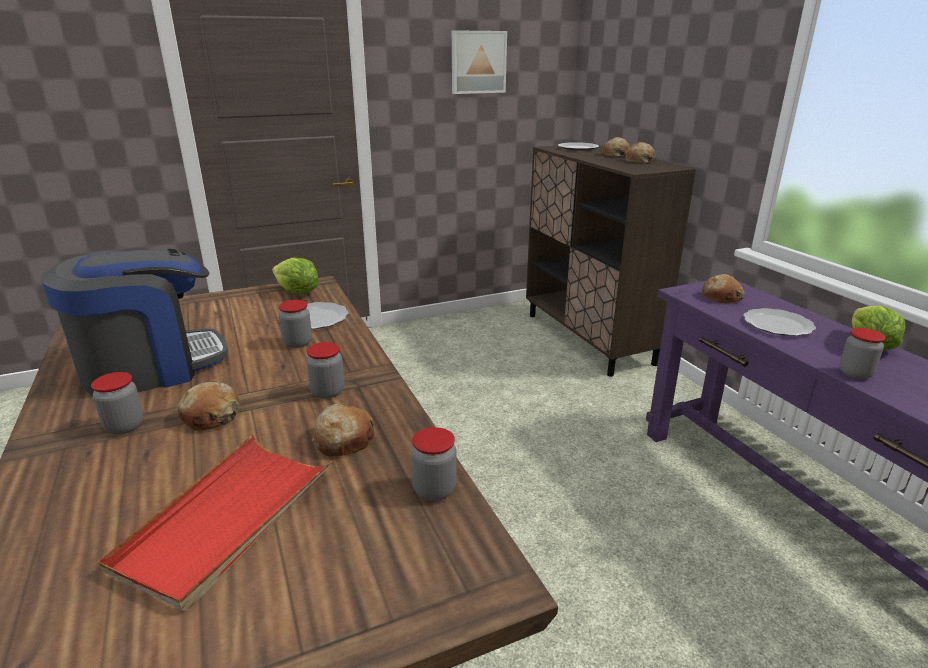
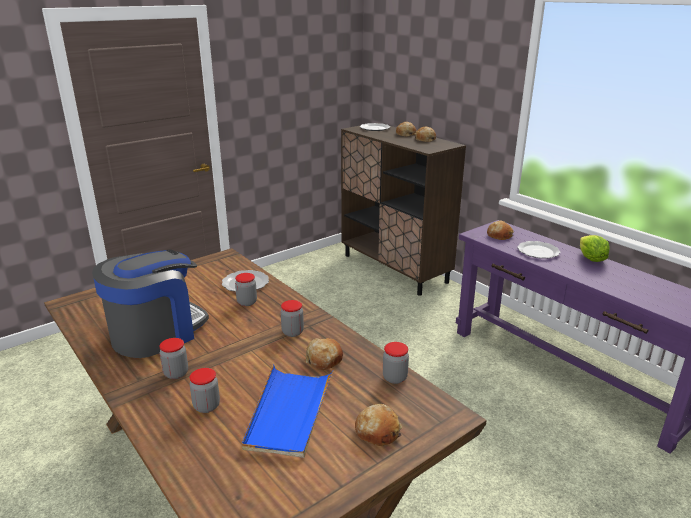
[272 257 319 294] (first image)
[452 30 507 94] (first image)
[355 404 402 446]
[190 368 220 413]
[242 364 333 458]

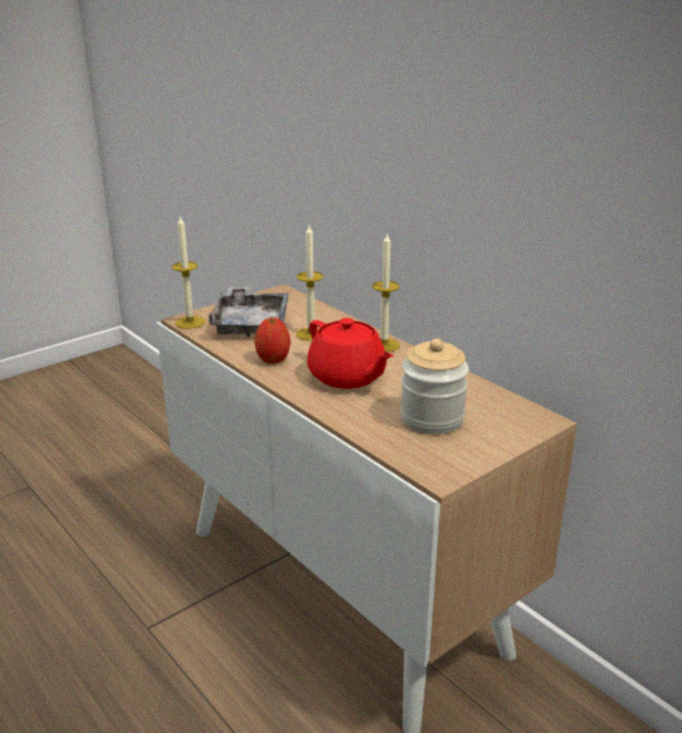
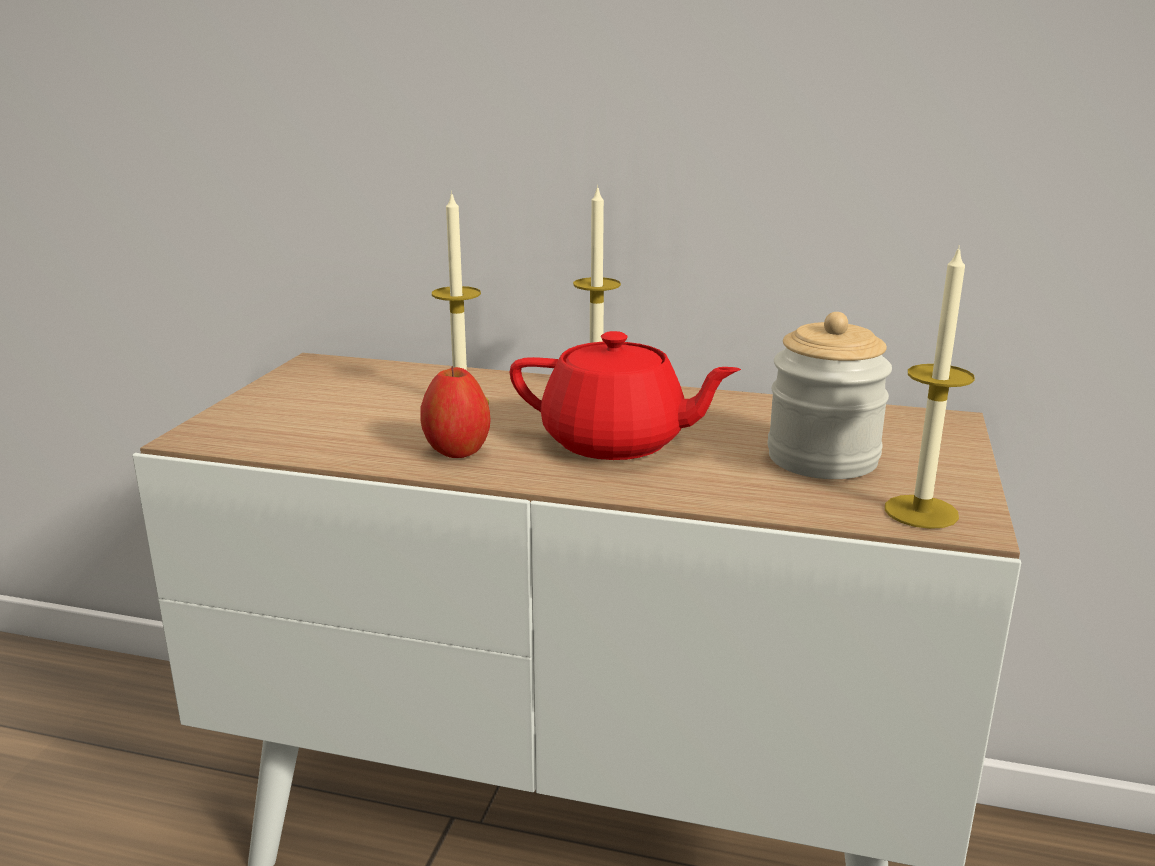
[208 286 289 337] (first image)
[885 245 975 529]

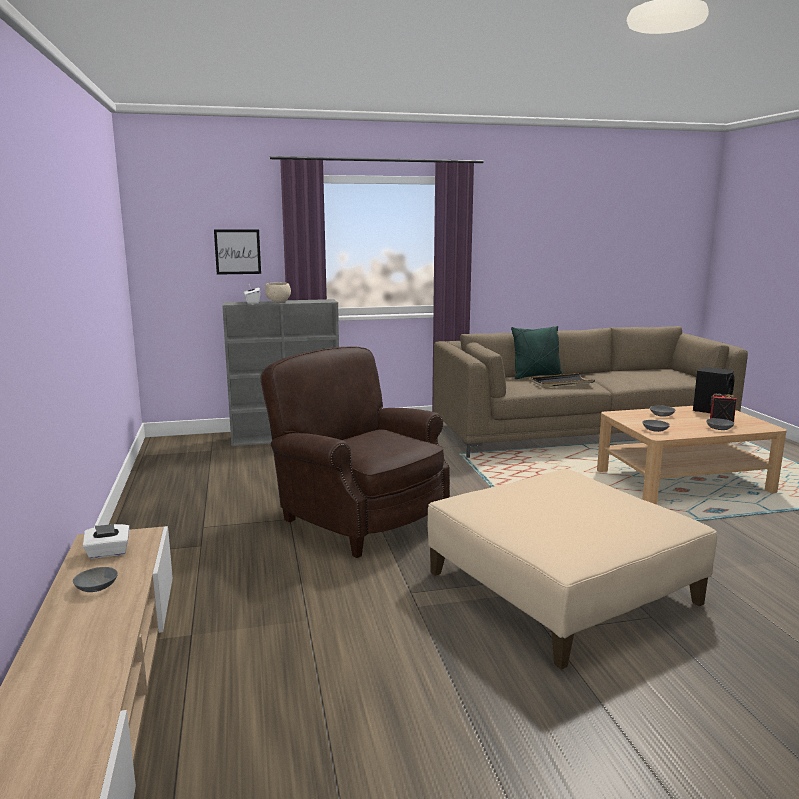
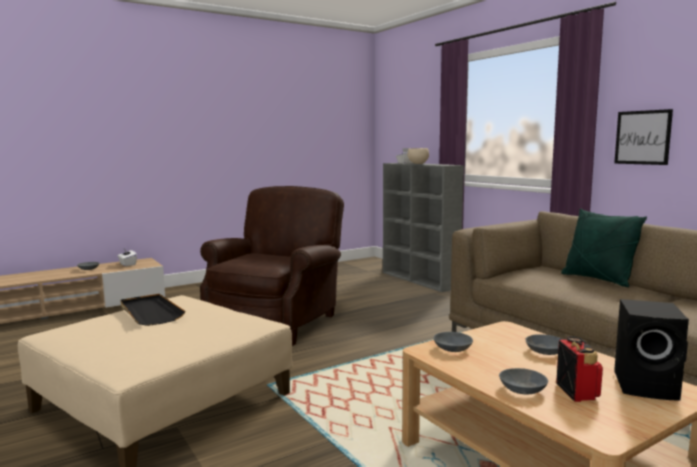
[614 109 673 165]
[120 294 185 326]

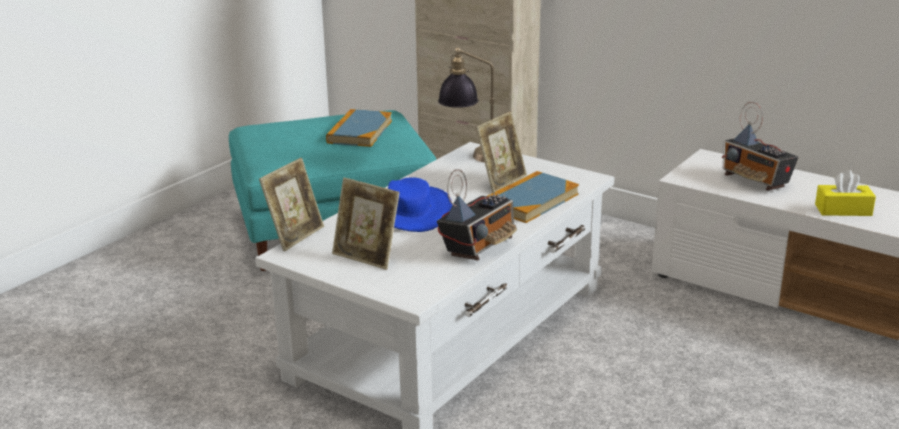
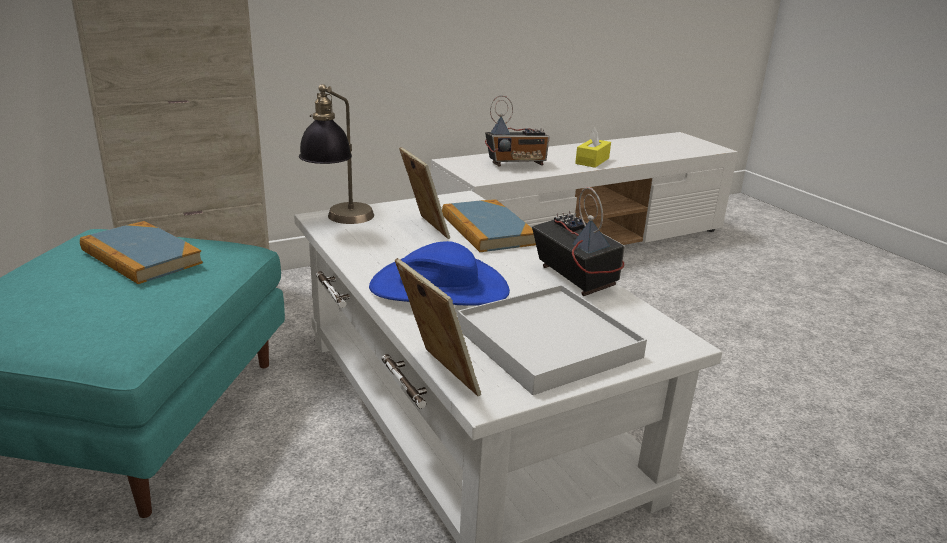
[457 285 647 395]

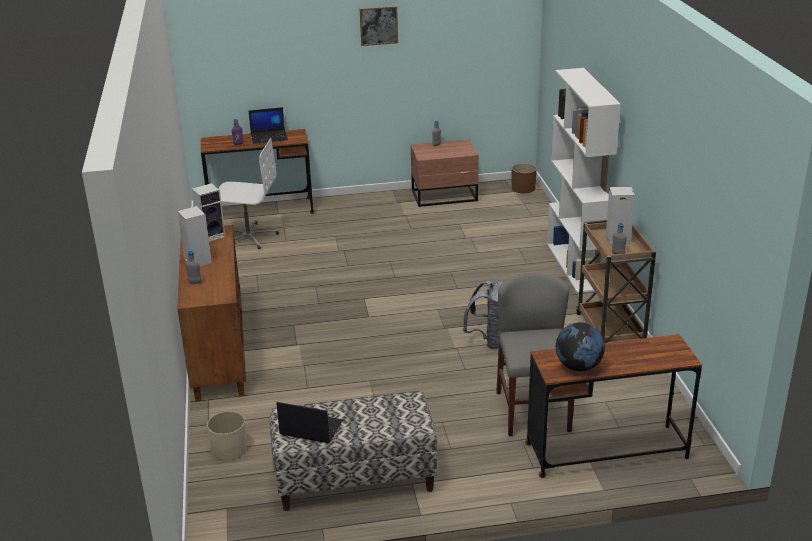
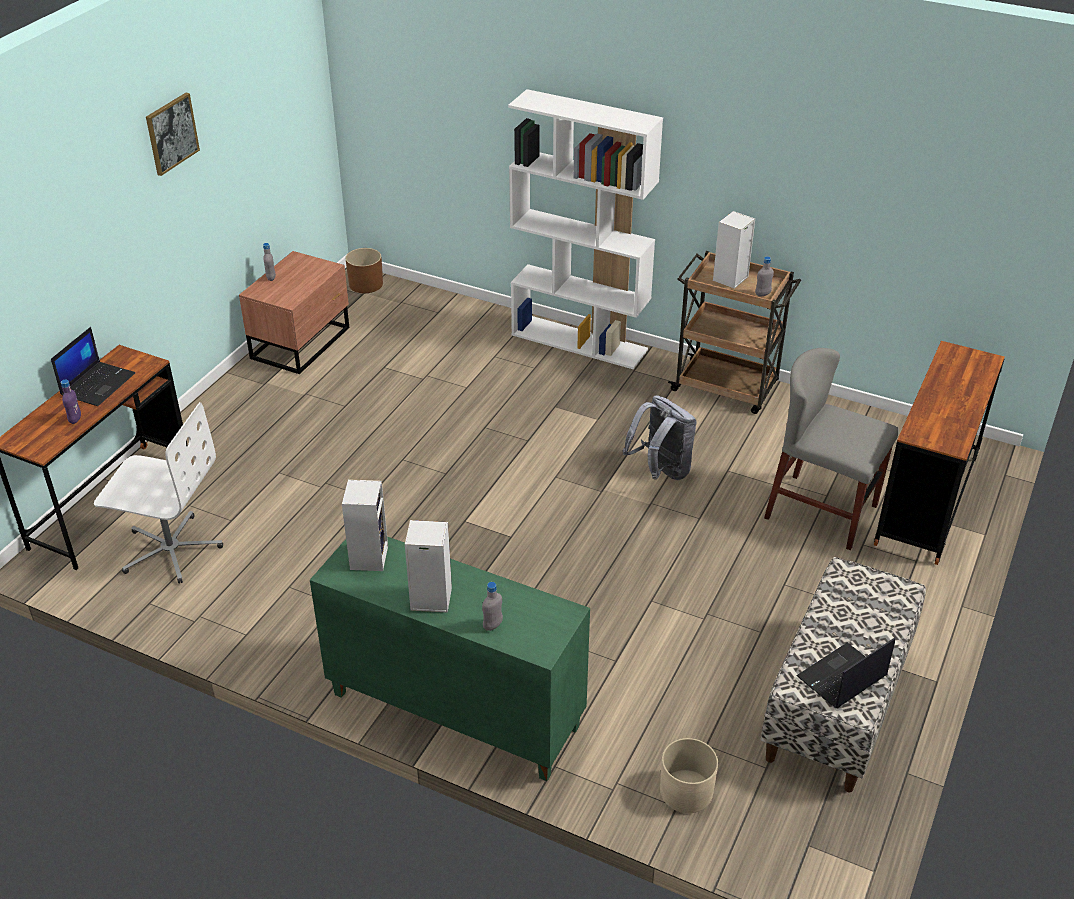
[556 323 605 371] (first image)
[310 537 590 781]
[94 402 223 584]

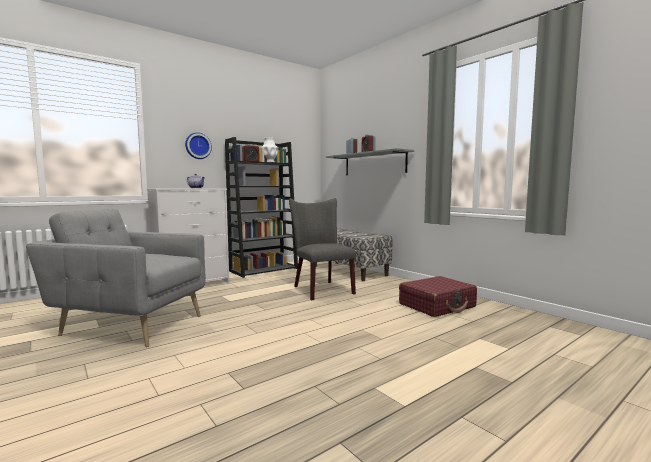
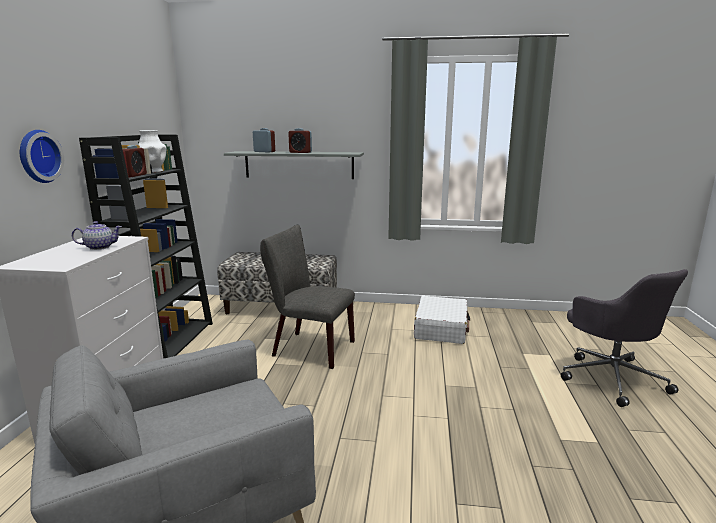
[561 269 688 407]
[414 296 470 344]

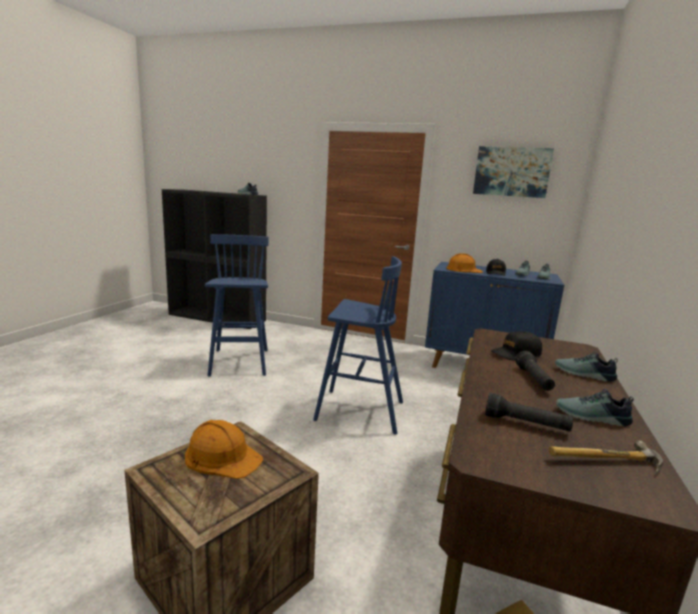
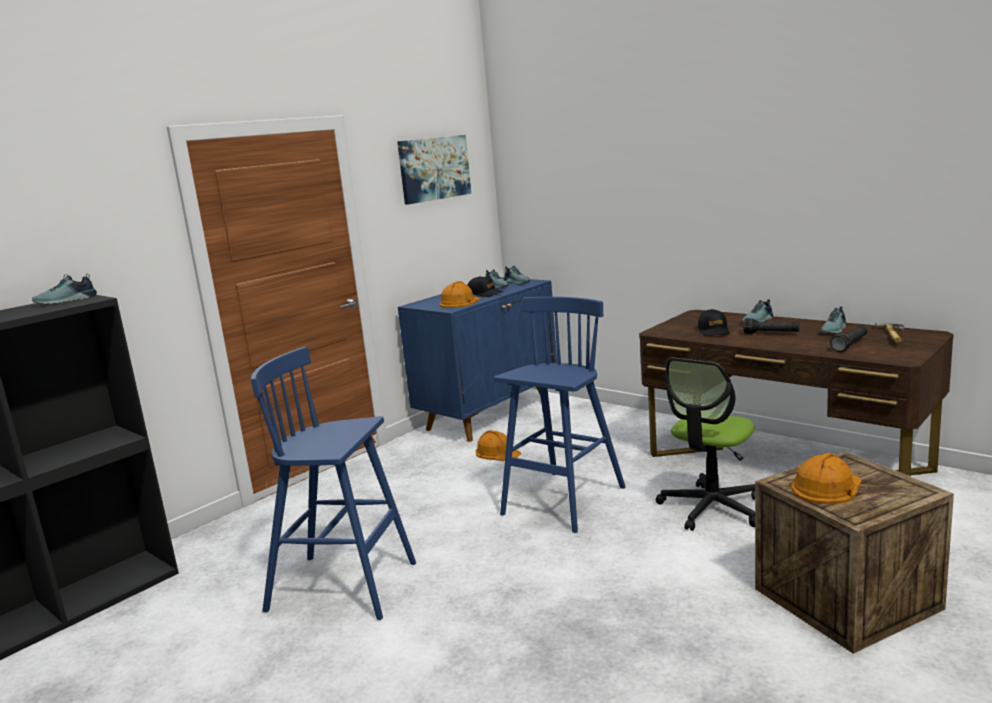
[476 430 521 461]
[656 357 755 531]

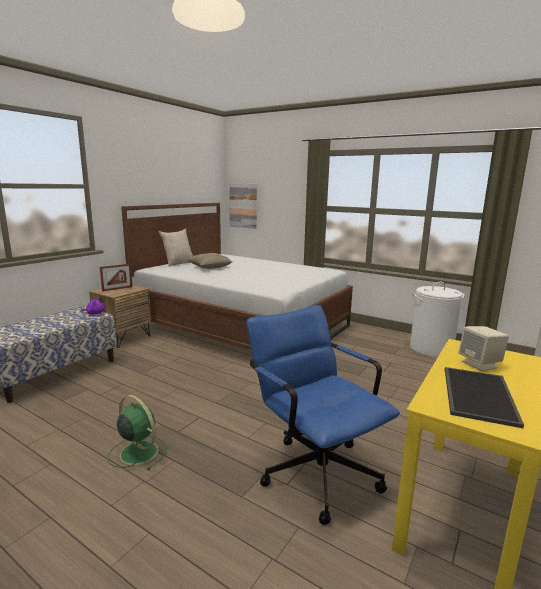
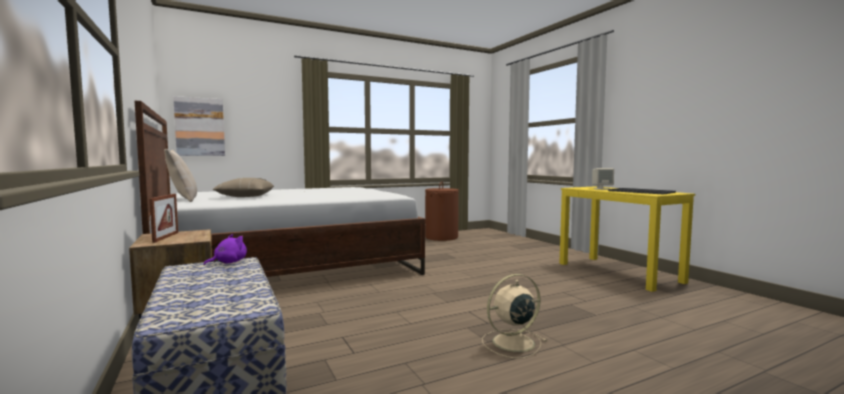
[246 305 400 525] (first image)
[482 274 547 359]
[425 182 459 241]

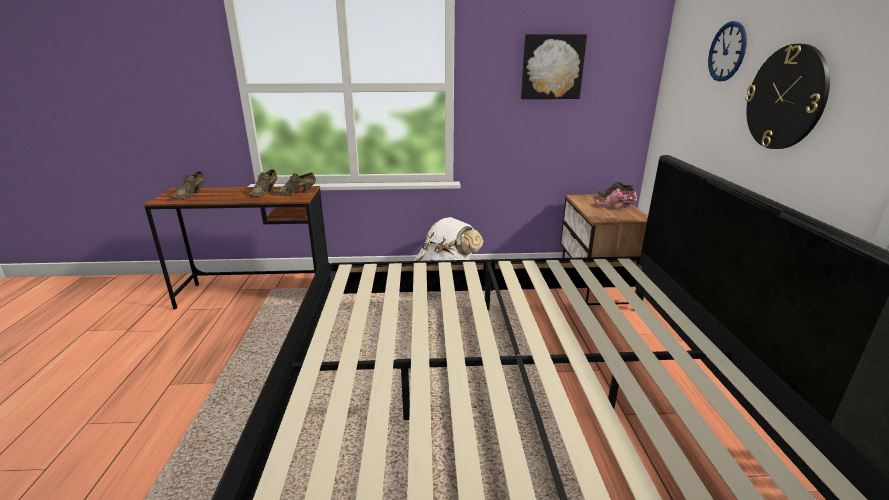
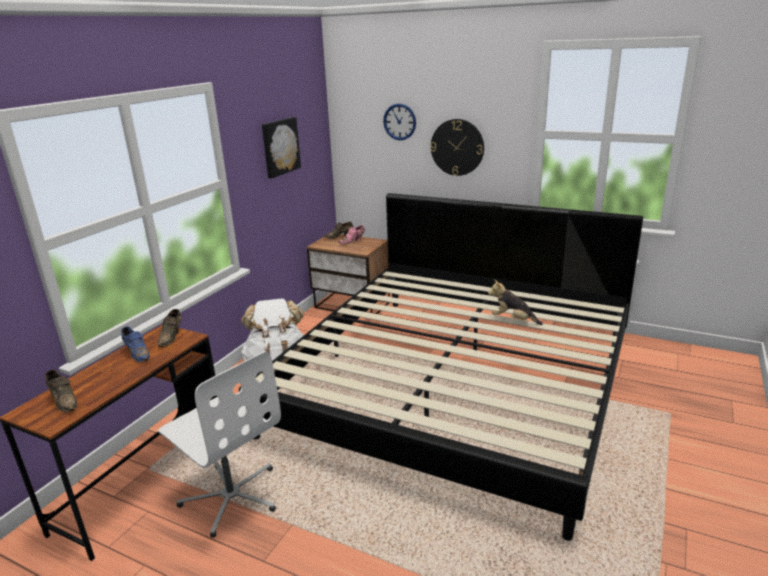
[158 351 281 538]
[488 279 543 325]
[121 327 150 362]

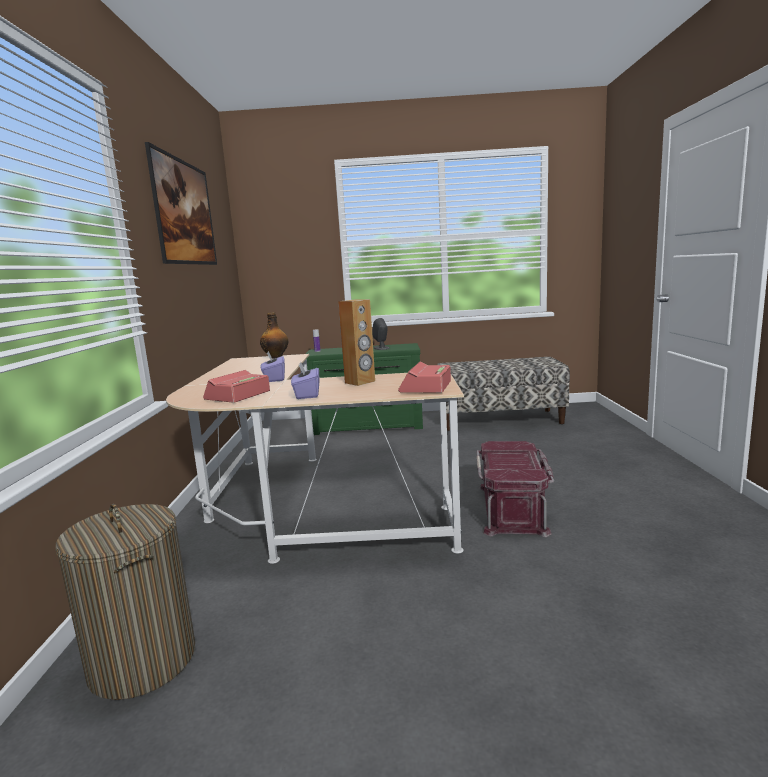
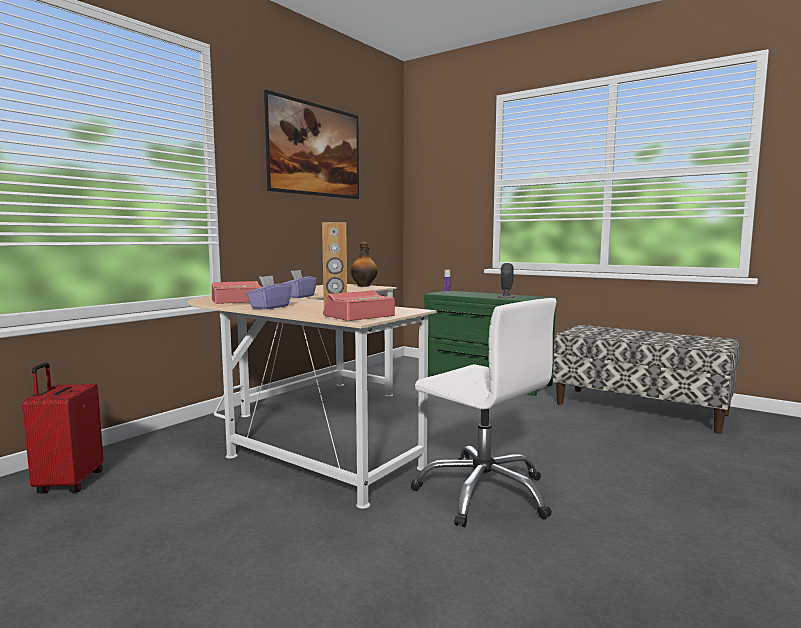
[22 362 103 494]
[411 298 557 527]

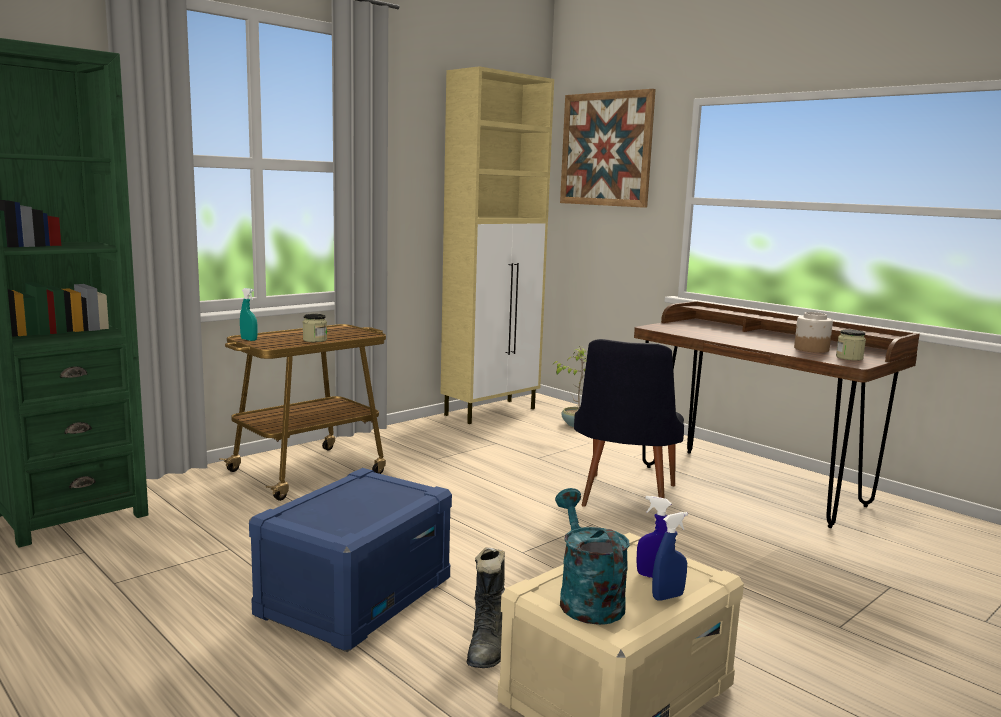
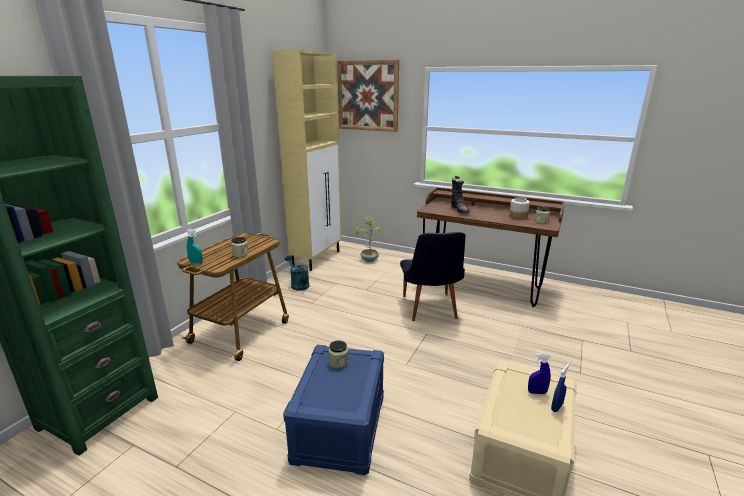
[329 341 348 368]
[451 176 470 213]
[285 255 309 291]

